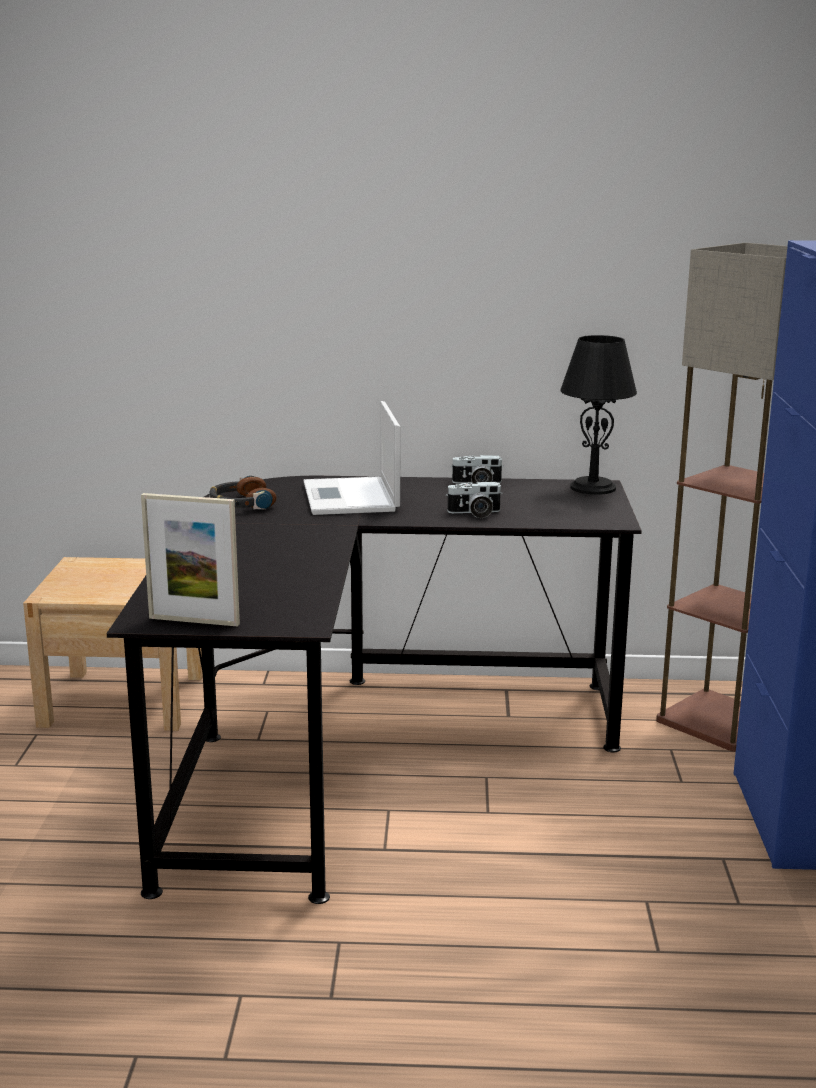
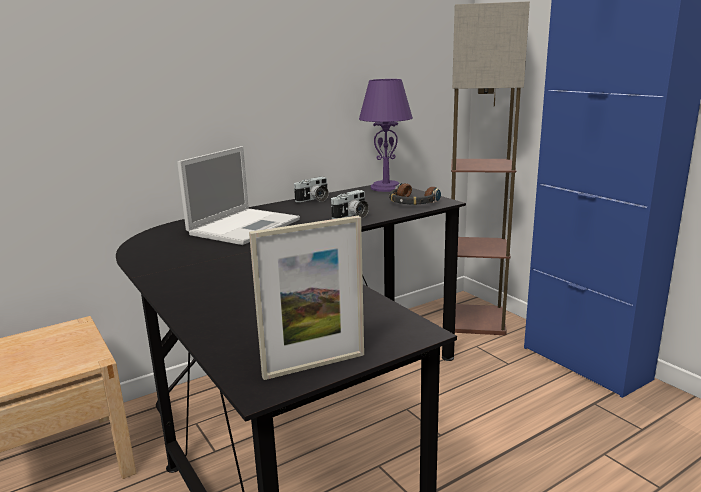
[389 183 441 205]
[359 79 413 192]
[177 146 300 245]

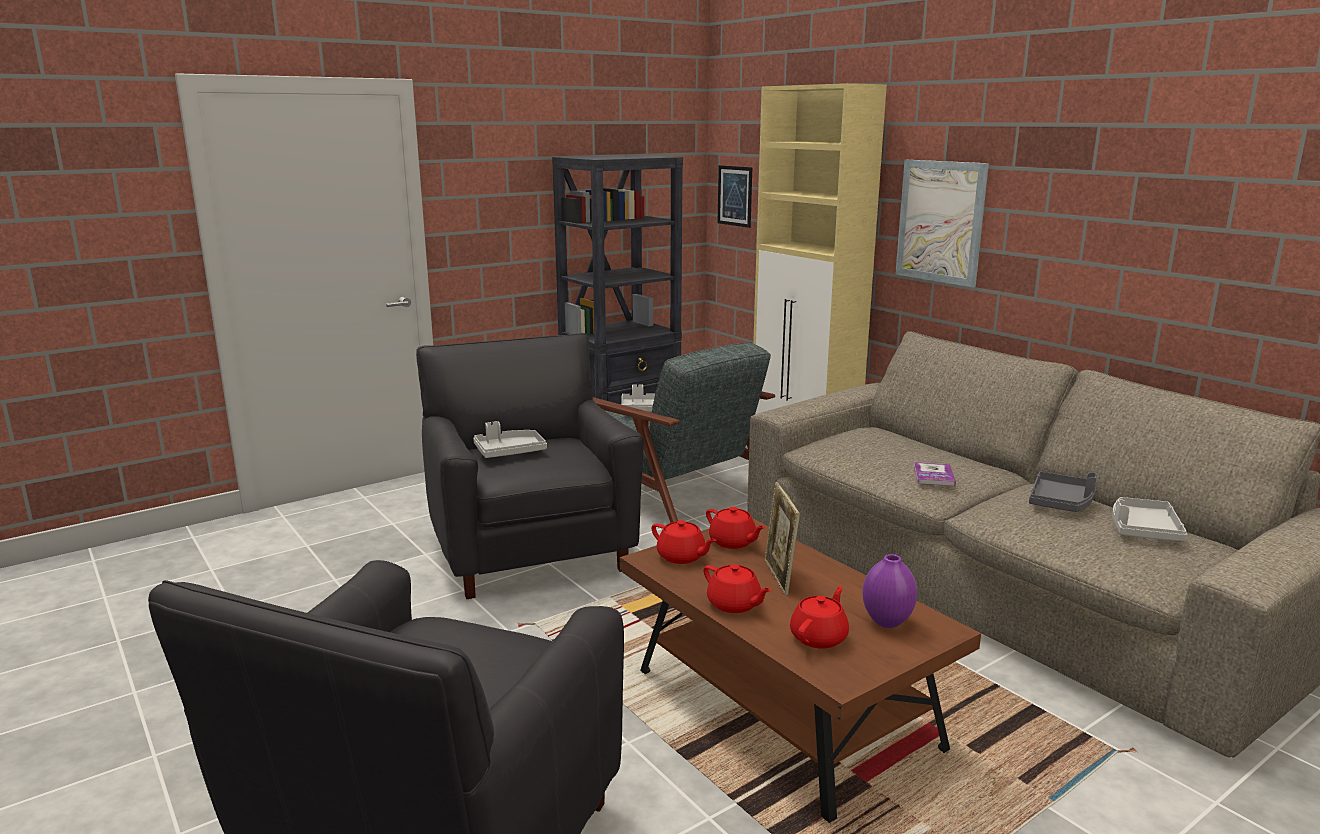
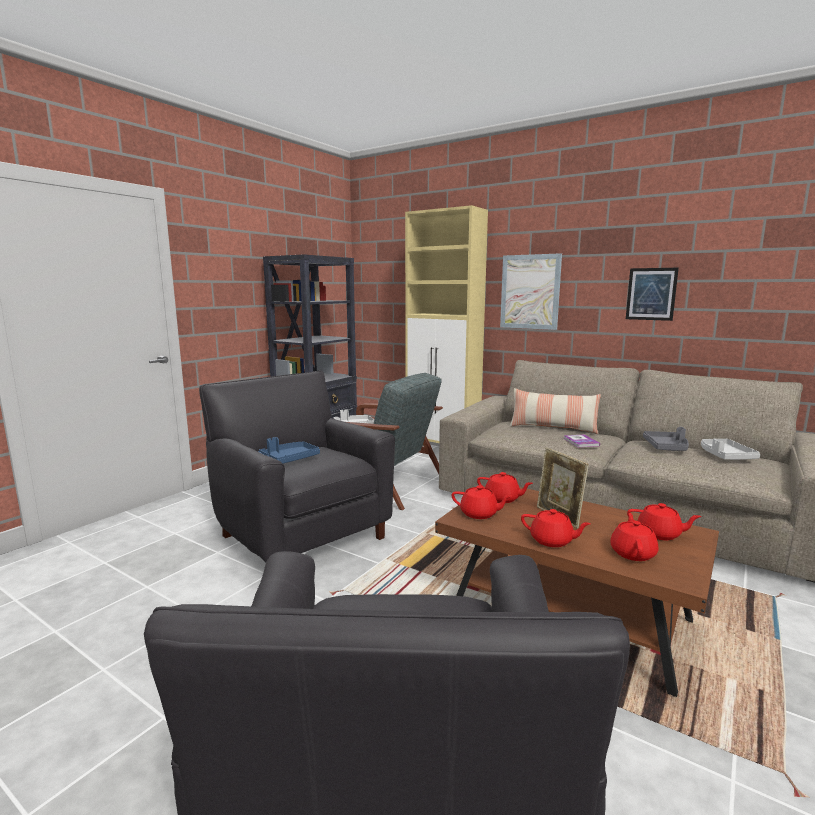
[510 388 601 434]
[626 268 679 321]
[627 503 702 540]
[258 437 320 463]

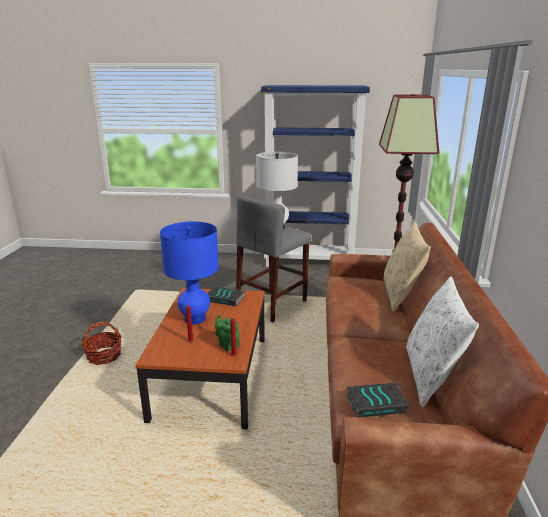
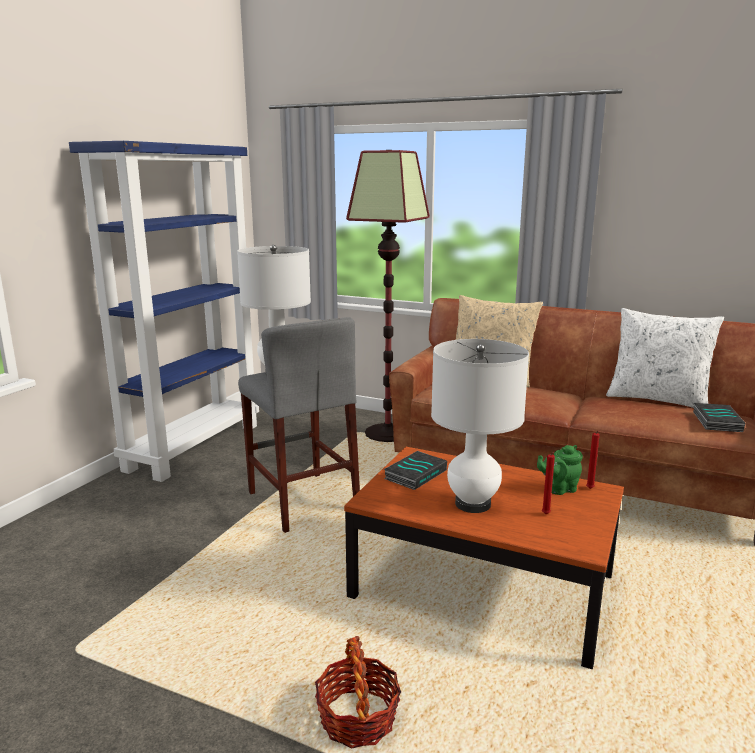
[431 339 529 513]

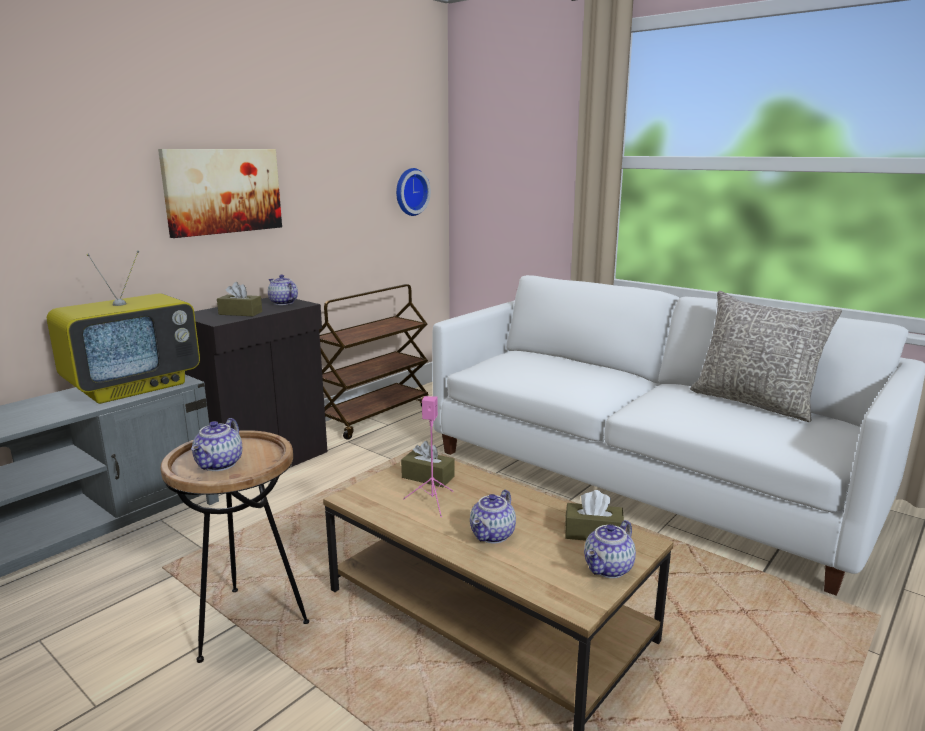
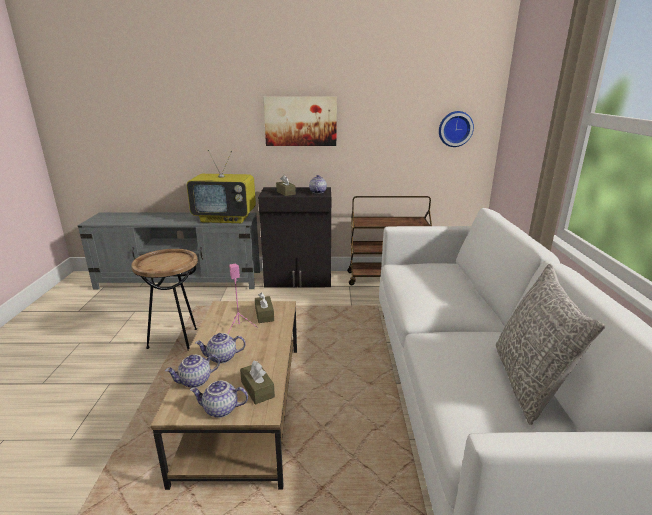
[165 354 220 388]

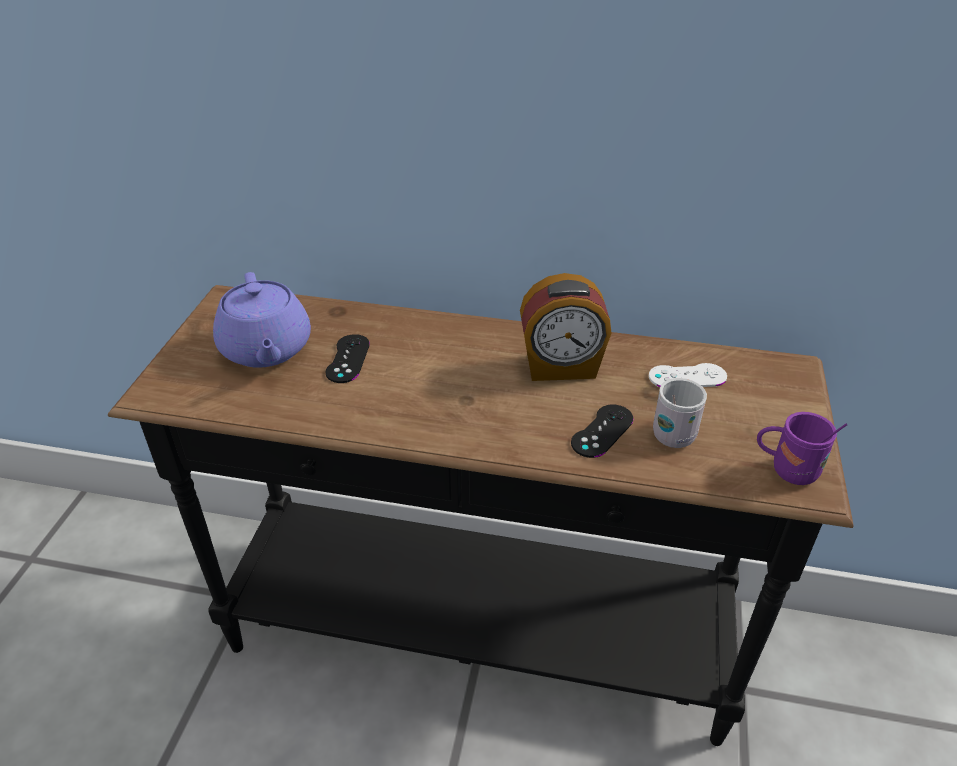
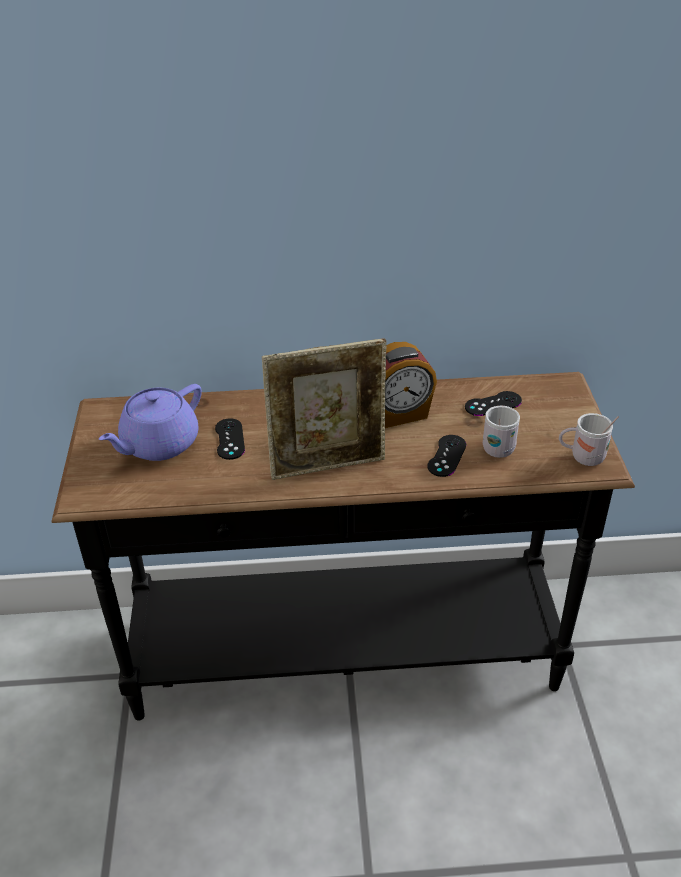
[262 338 387 480]
[465 391 522 416]
[559 413 619 466]
[99 384 202 461]

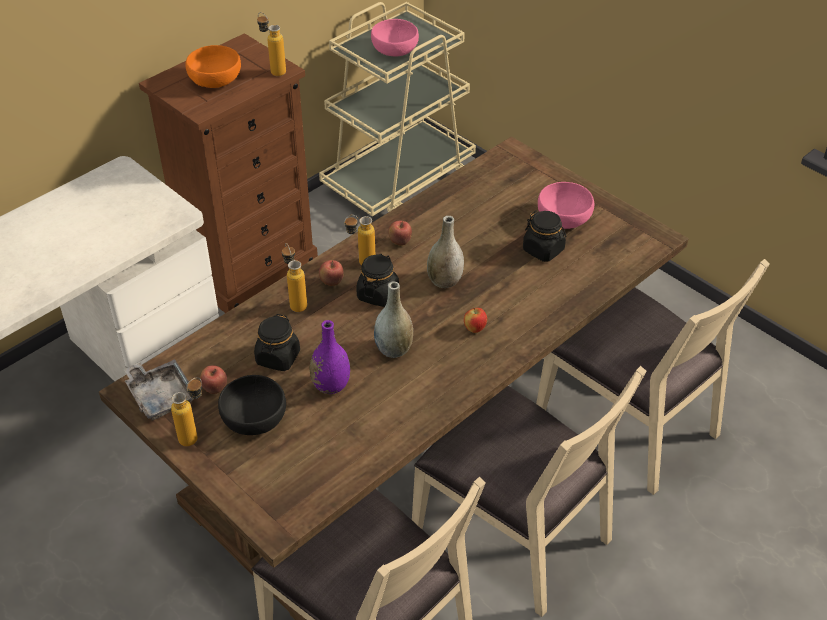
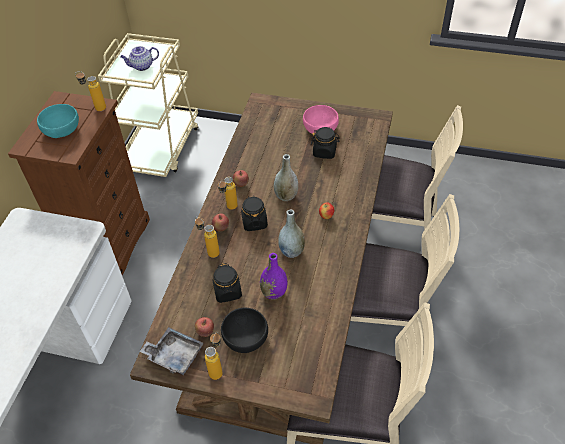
[120 46 159 71]
[37 104 79 138]

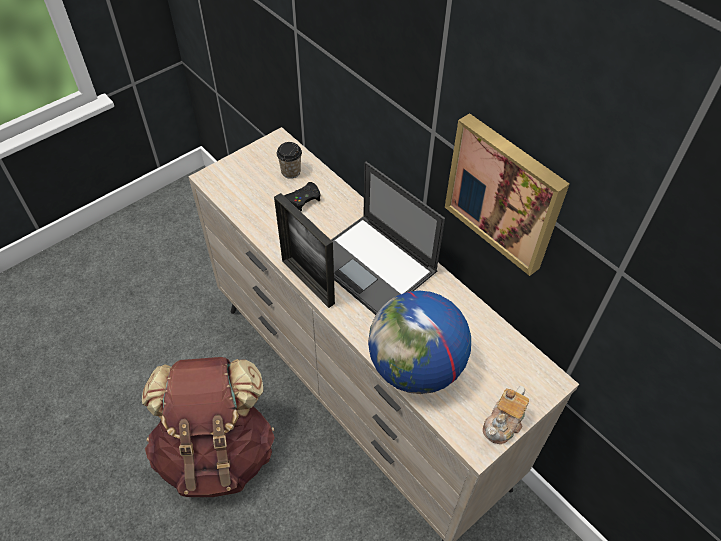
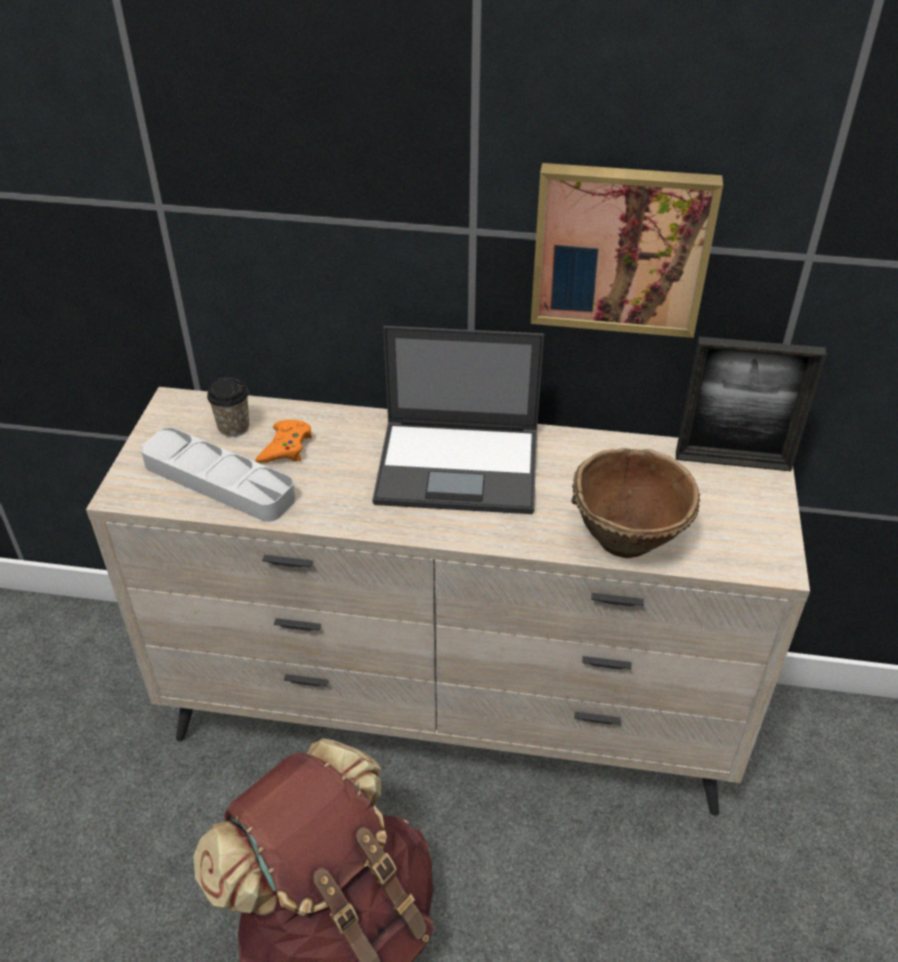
[483 386 529 444] (first image)
[141 428 296 522]
[676 337 827 471]
[571 448 700 558]
[255 420 312 463]

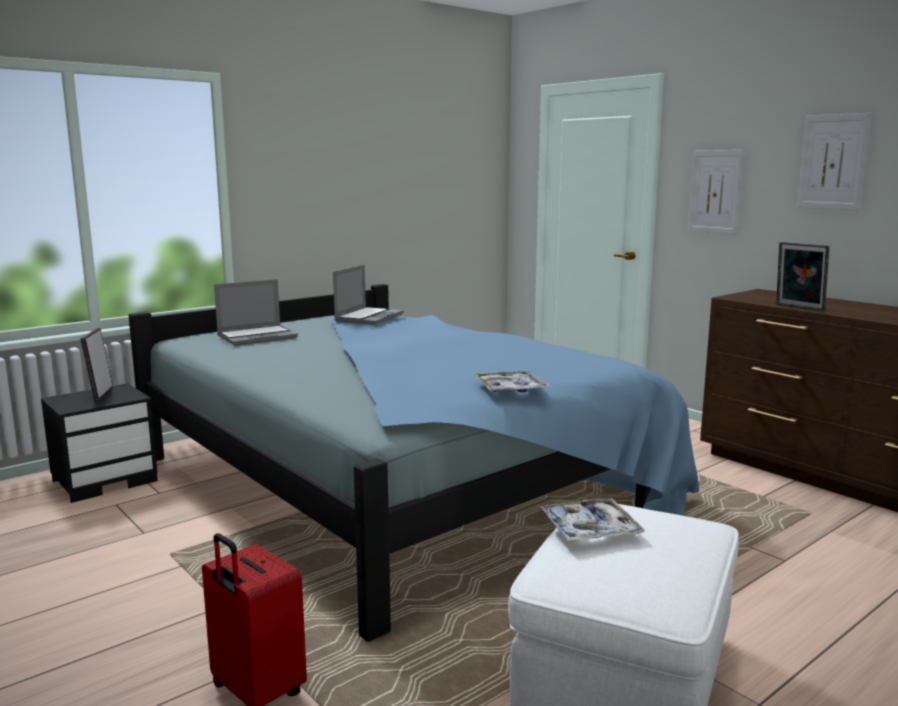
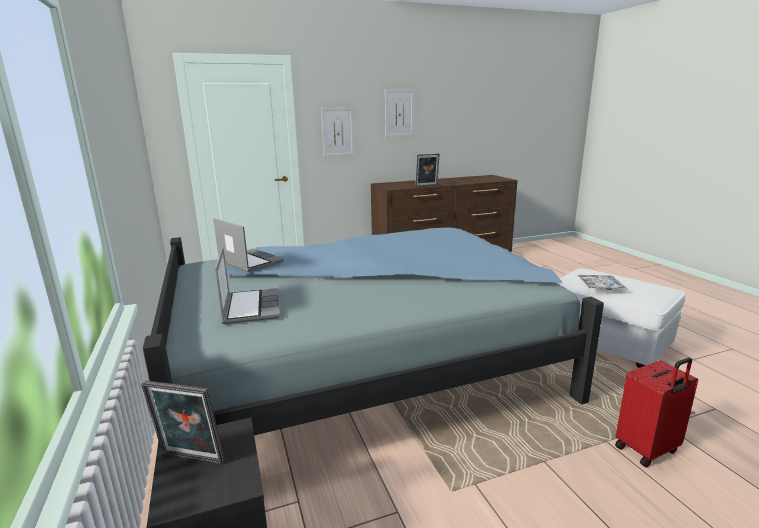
[473 371 551 392] (first image)

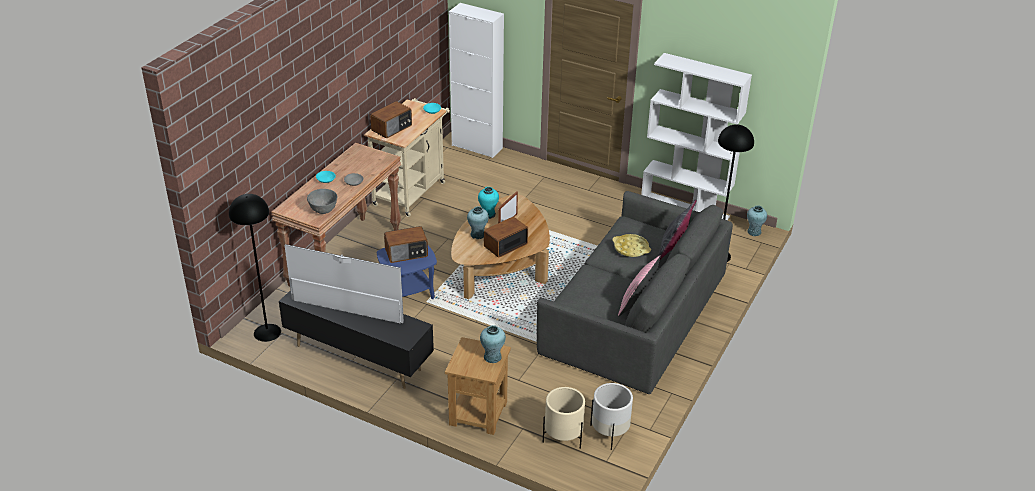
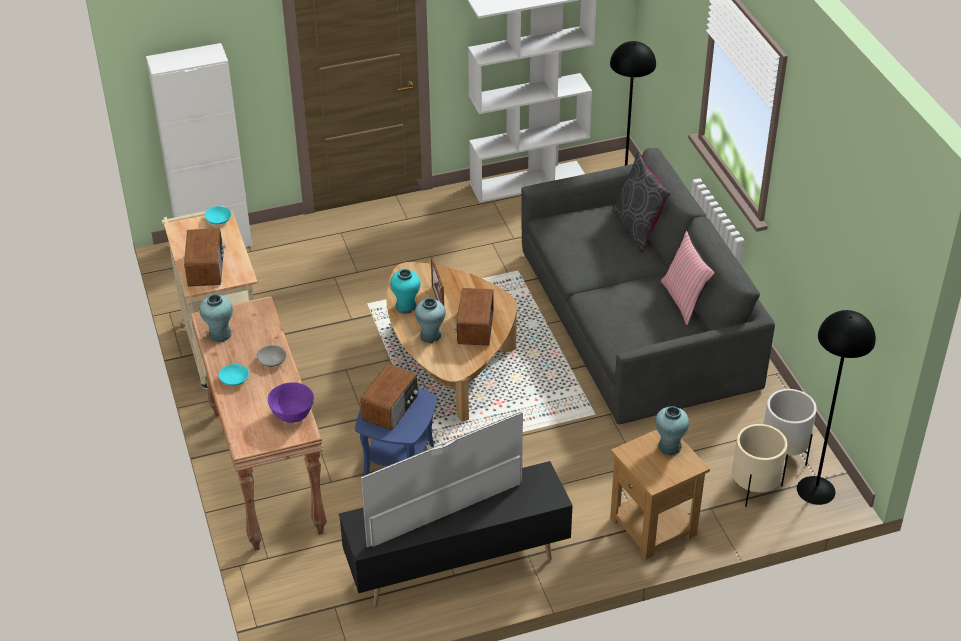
[612 234 651 257] (first image)
[797 310 876 505]
[199 294 233 342]
[268 382 314 423]

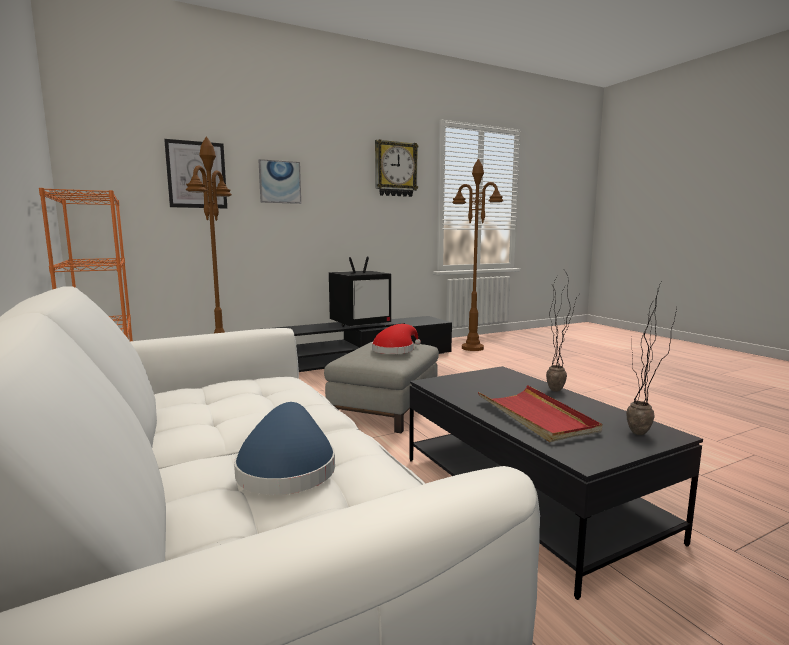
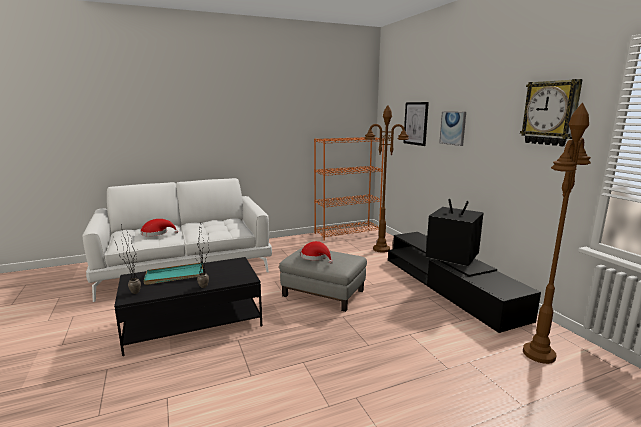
[140 219 178 236]
[144 263 203 285]
[426 199 484 266]

